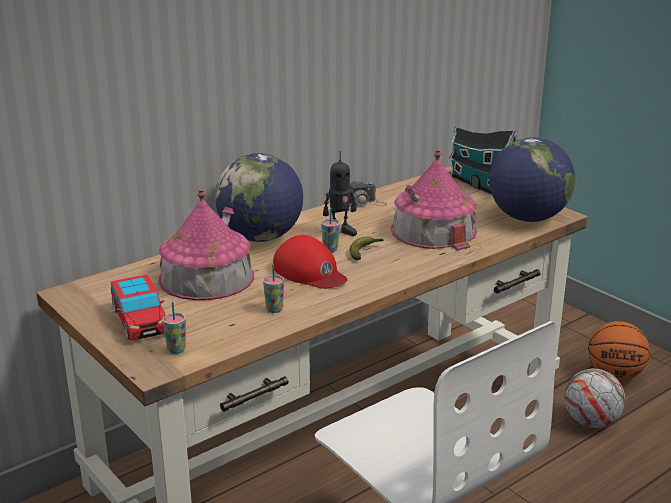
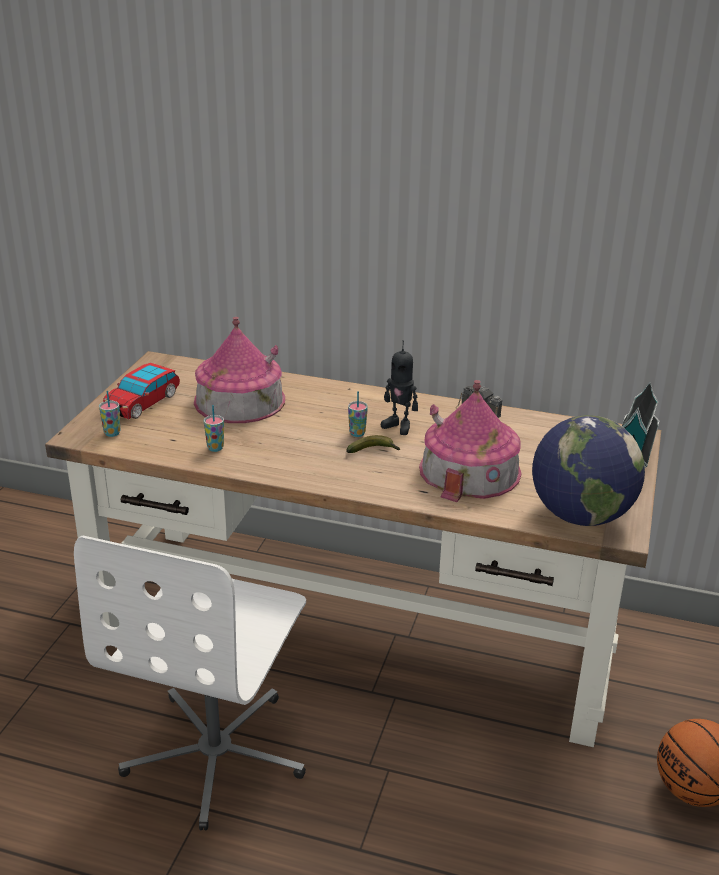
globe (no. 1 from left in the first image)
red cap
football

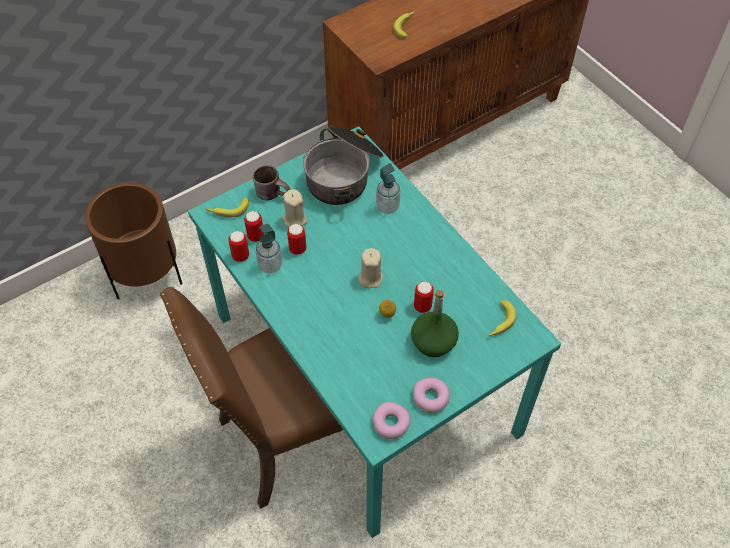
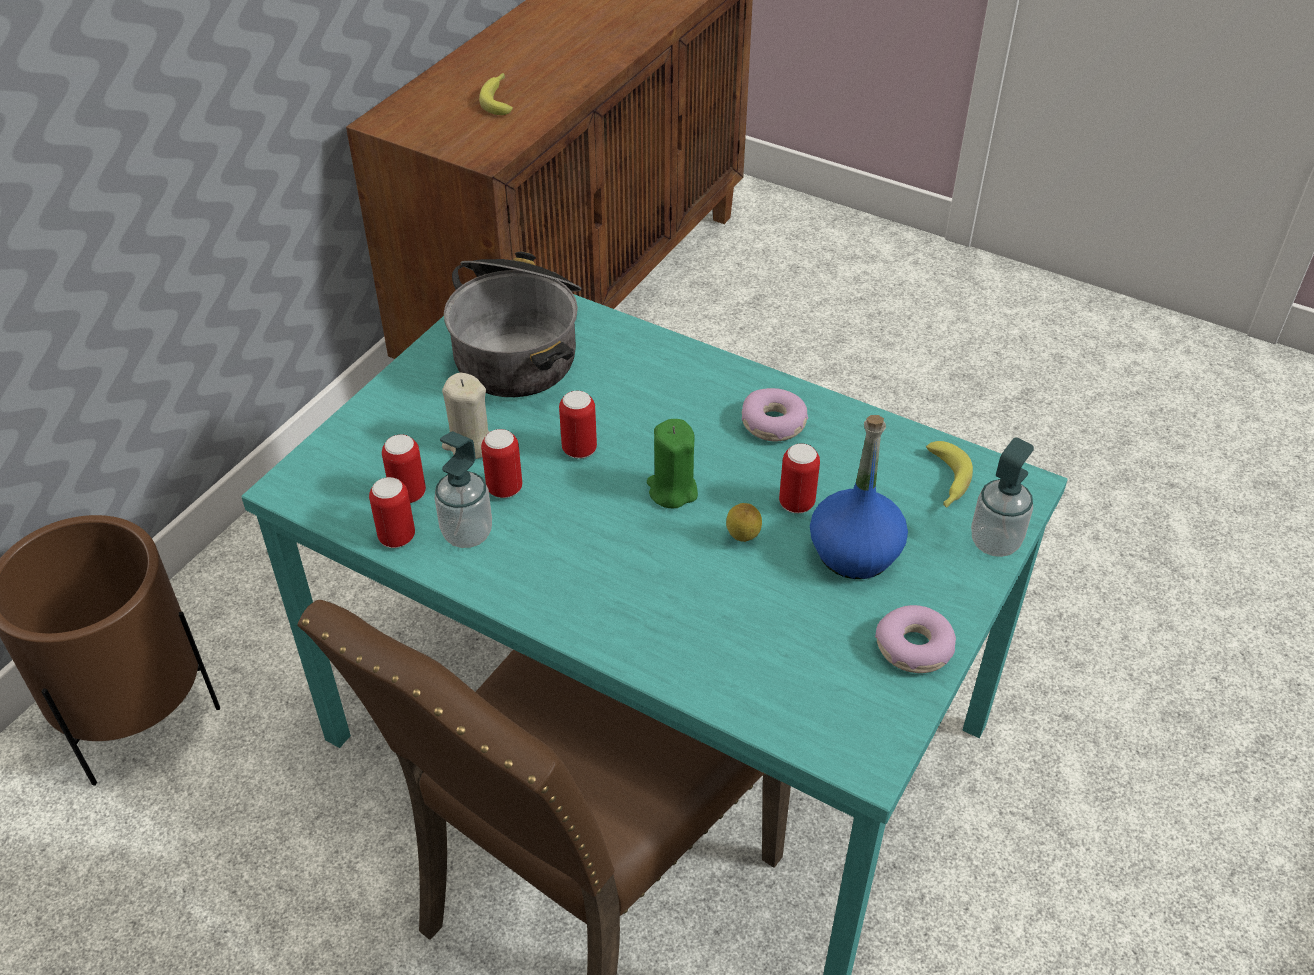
banana (no. 1 from left in the first image)
brown mug
green candle
donut (no. 1 from left)
soap dispenser (no. 2 from left)
blue bottle
can (no. 4 from left)

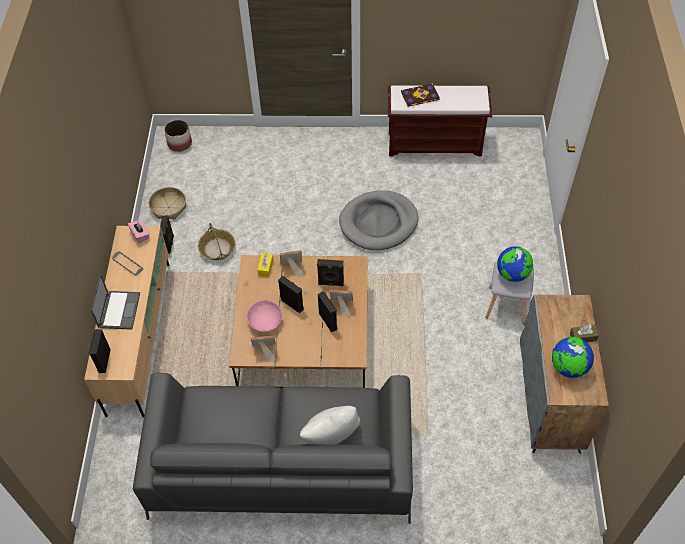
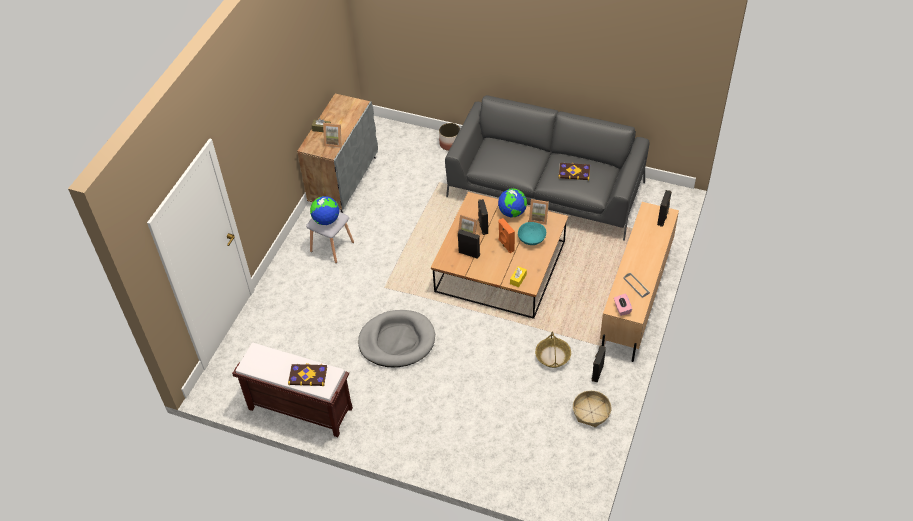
laptop
planter
turquoise bowl
orange speaker
picture frame (no. 1 from left)
white pillow
globe (no. 2 from left)
book (no. 2 from left)

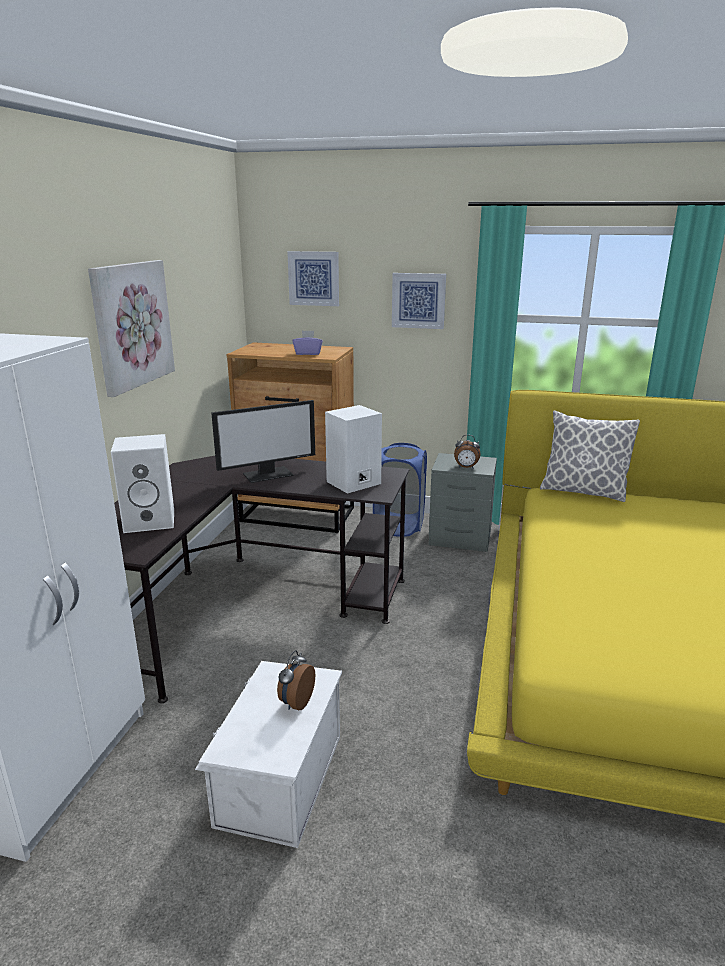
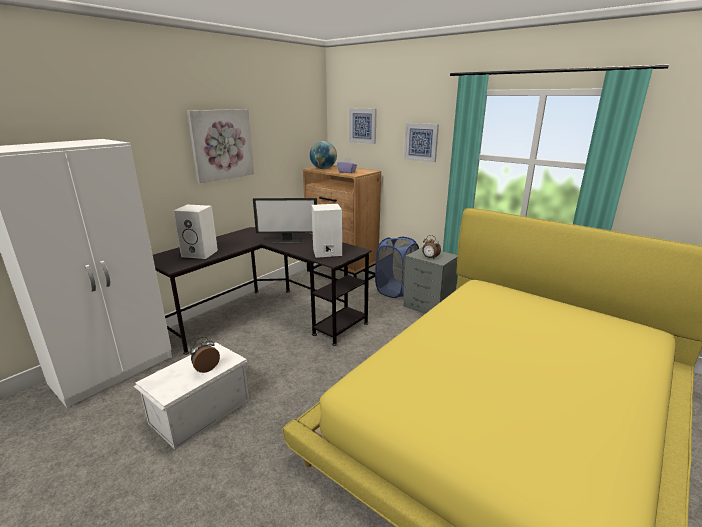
pillow
globe

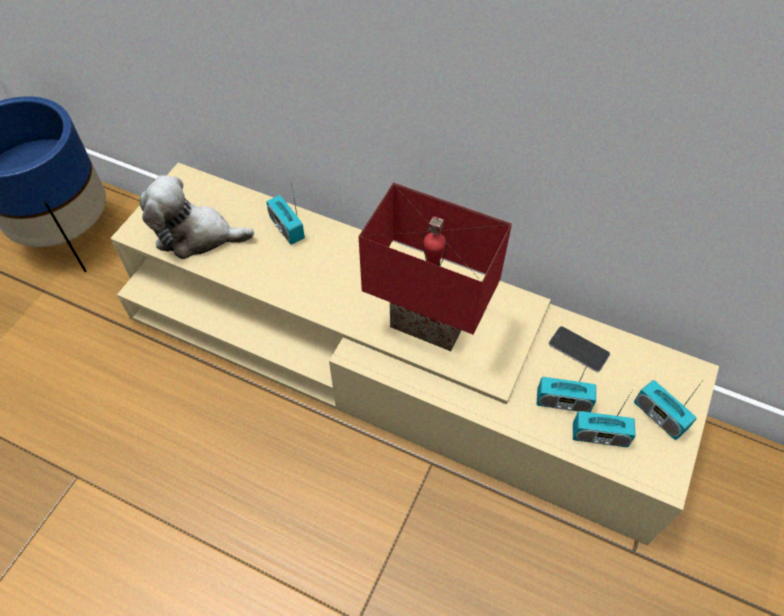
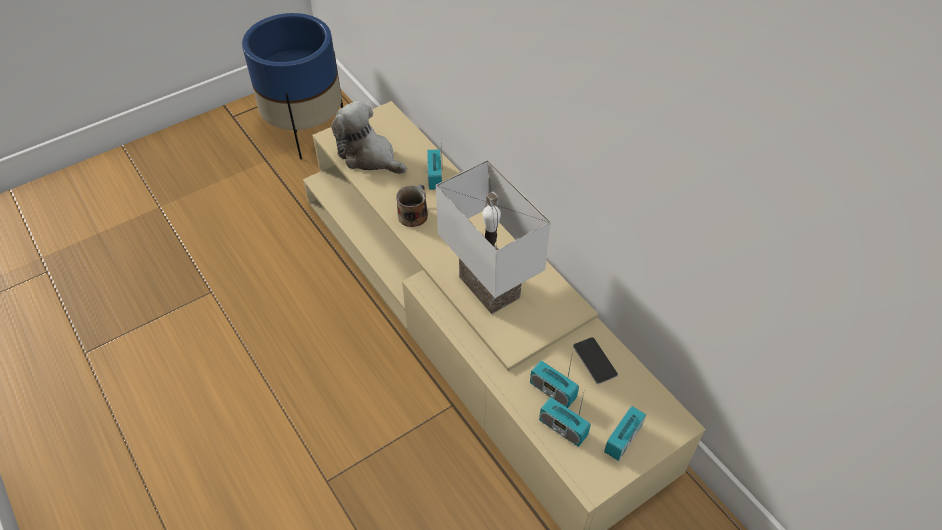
white table lamp
radio (no. 4 from left)
mug

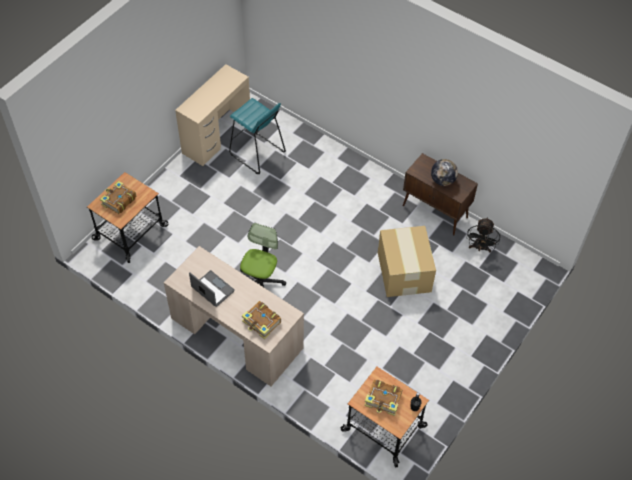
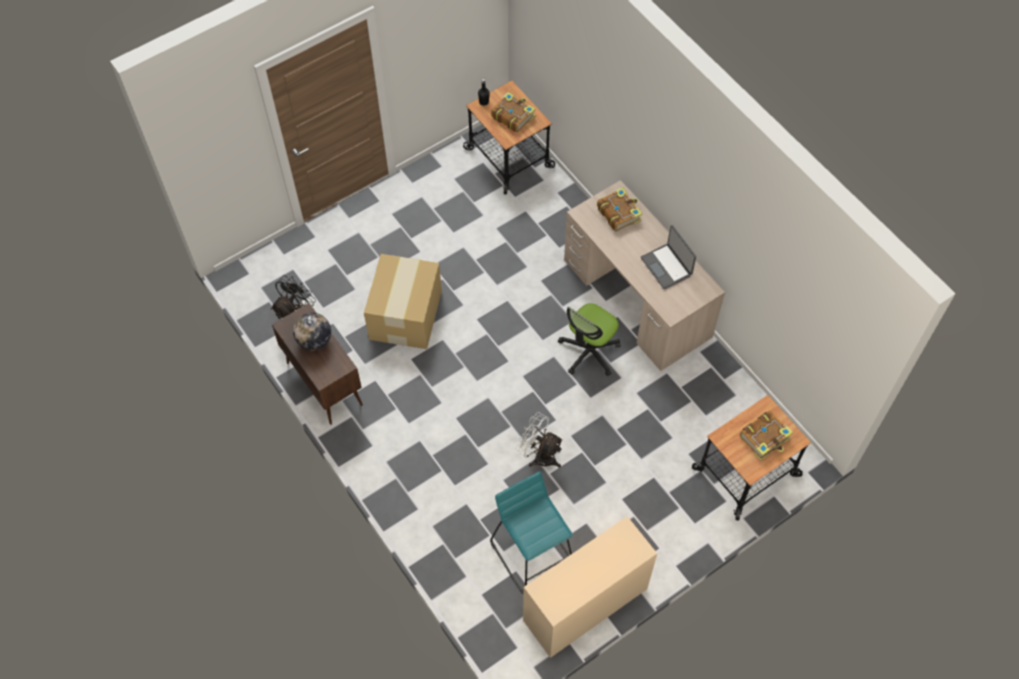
white fan

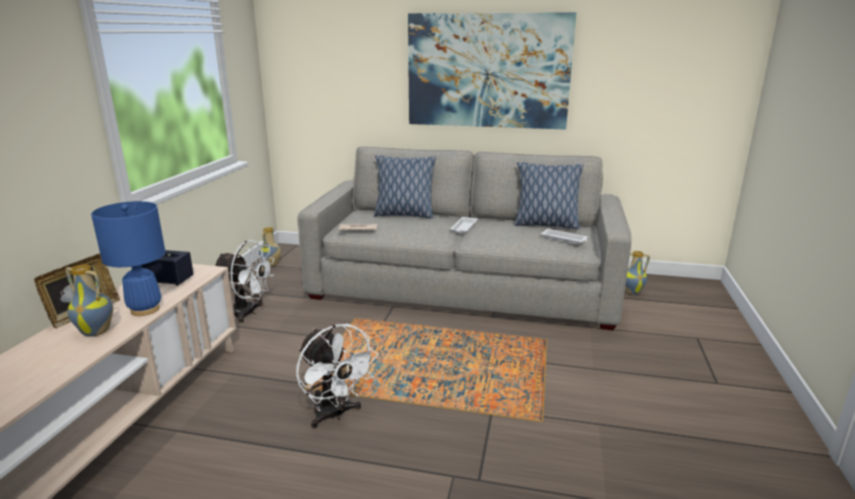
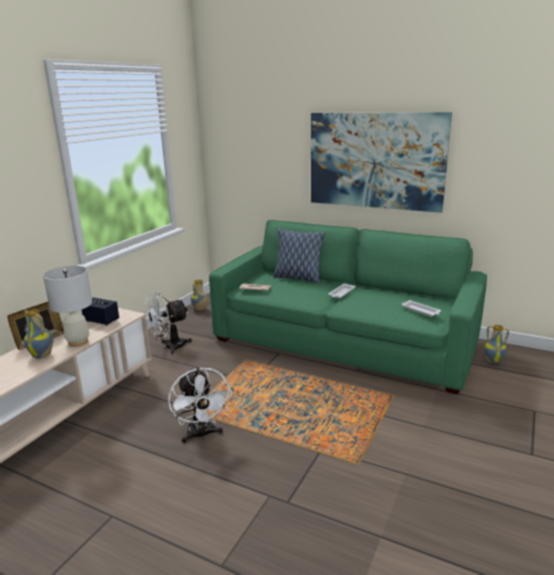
white table lamp
white fan (no. 1 from left)
green sofa
pillow (no. 2 from left in the first image)

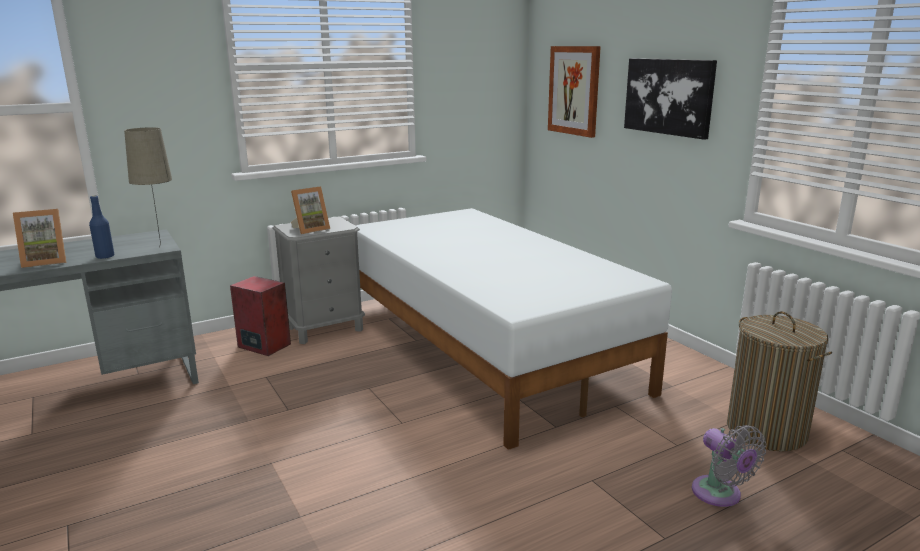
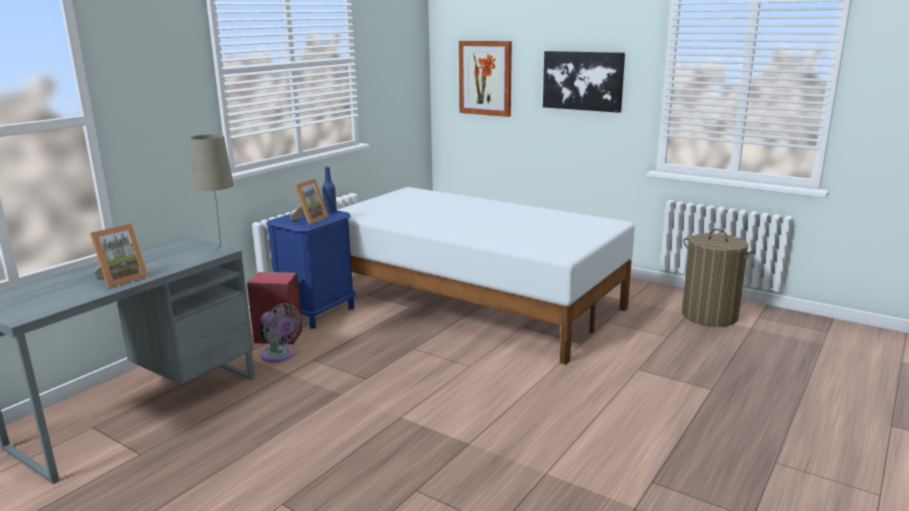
blue bottle
blue nightstand
grey fan

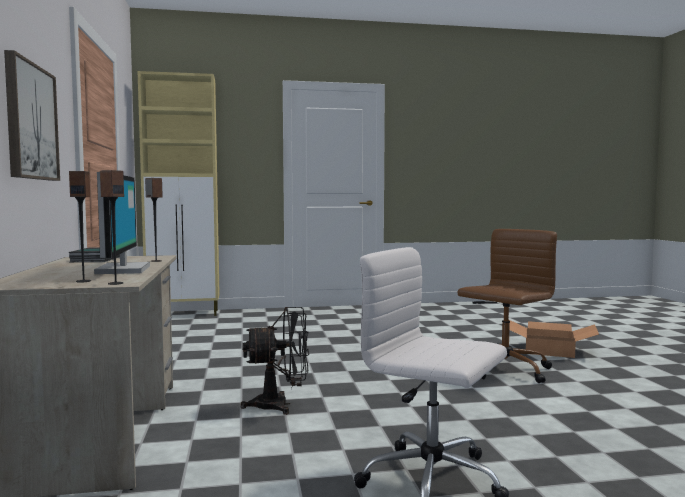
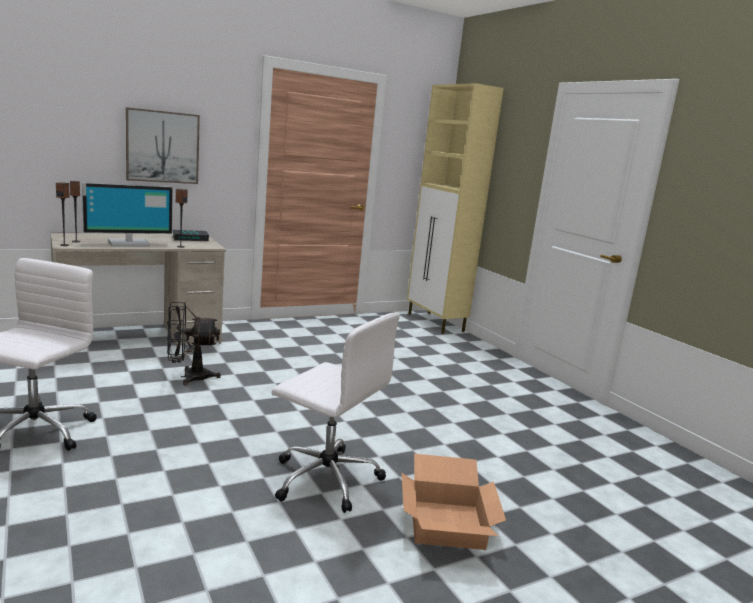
black fan
white office chair (no. 2 from left)

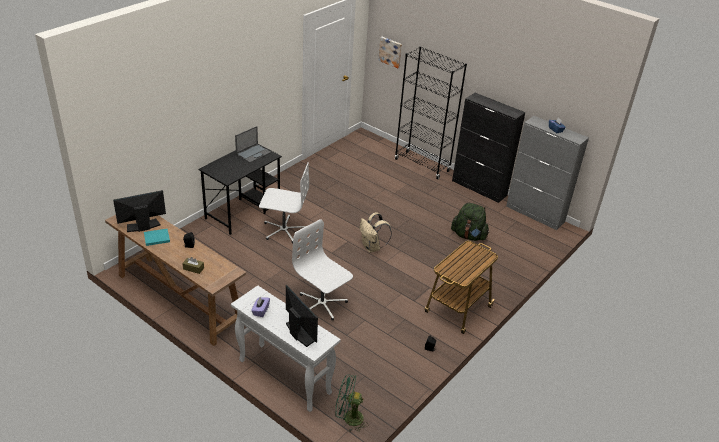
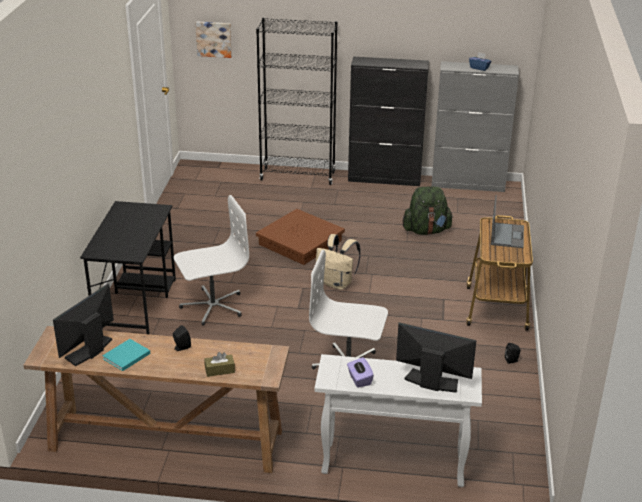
laptop
green fan
brown storage box

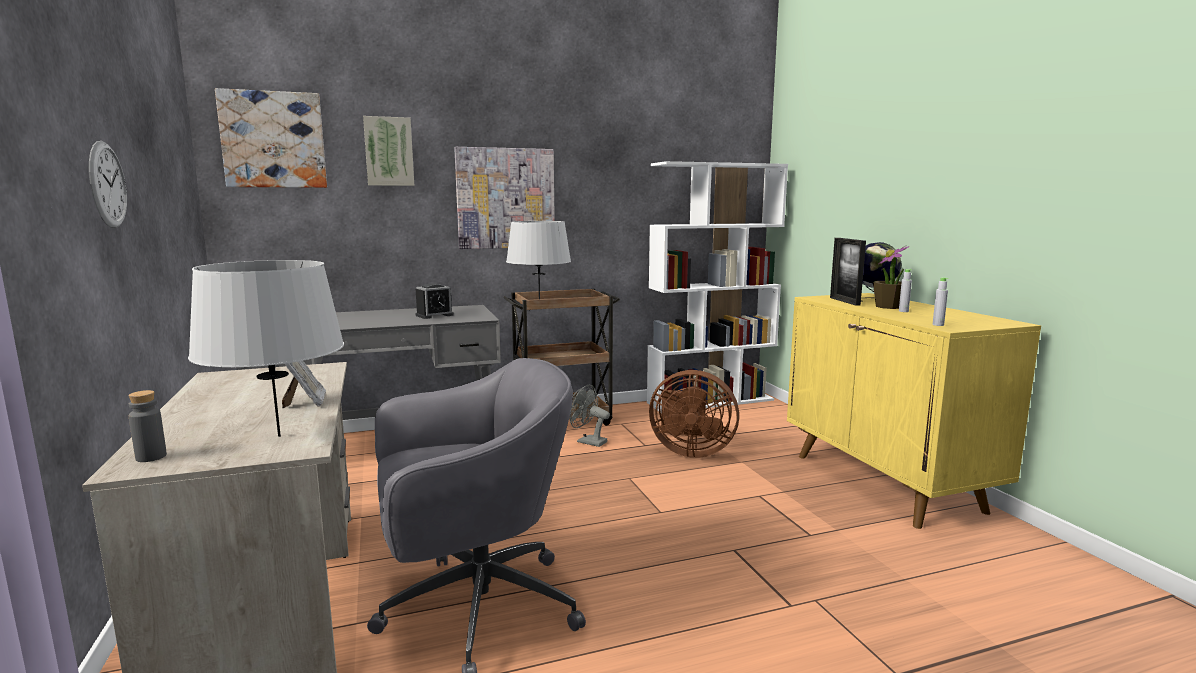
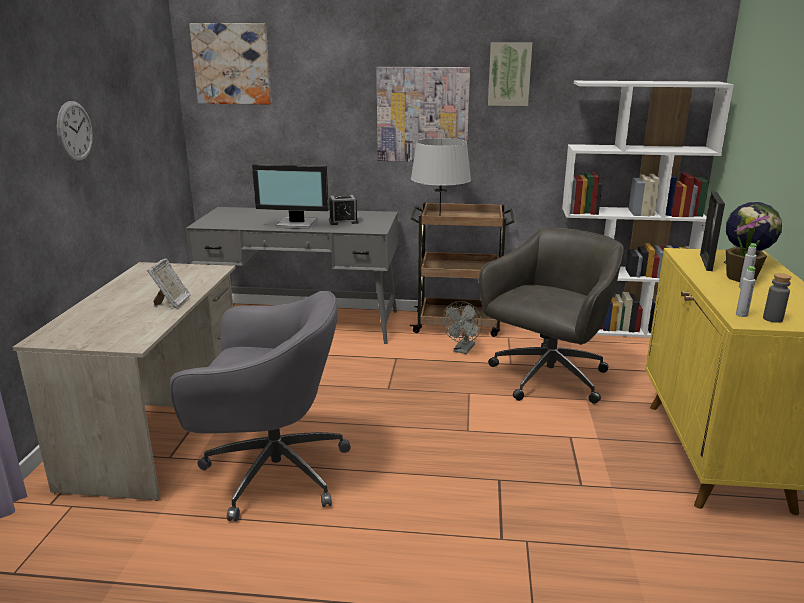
grey bottle (no. 3 from left)
grey table lamp (no. 1 from left in the first image)
picture (no. 3 from left)
grey fan
grey office chair (no. 2 from left)
monitor

